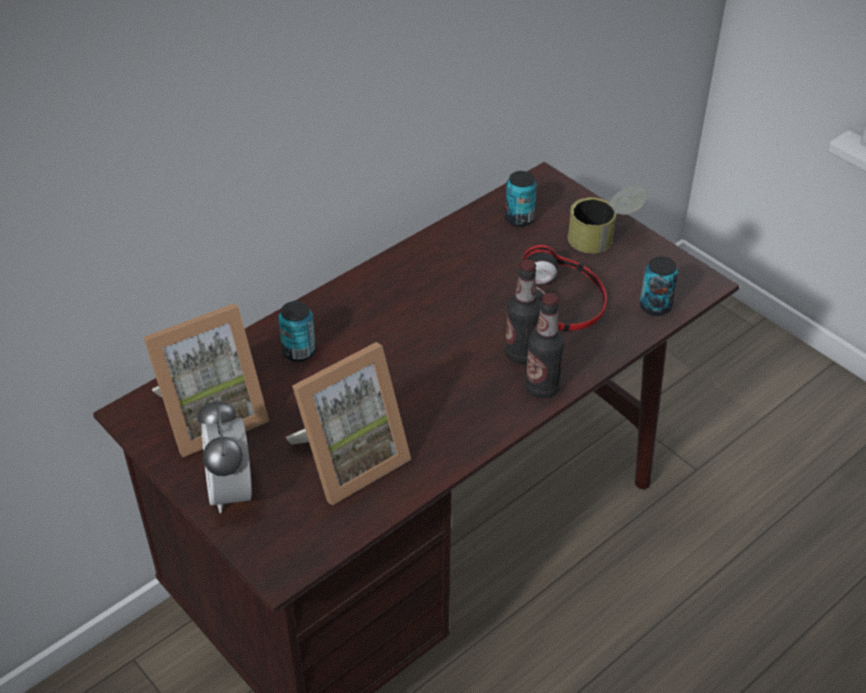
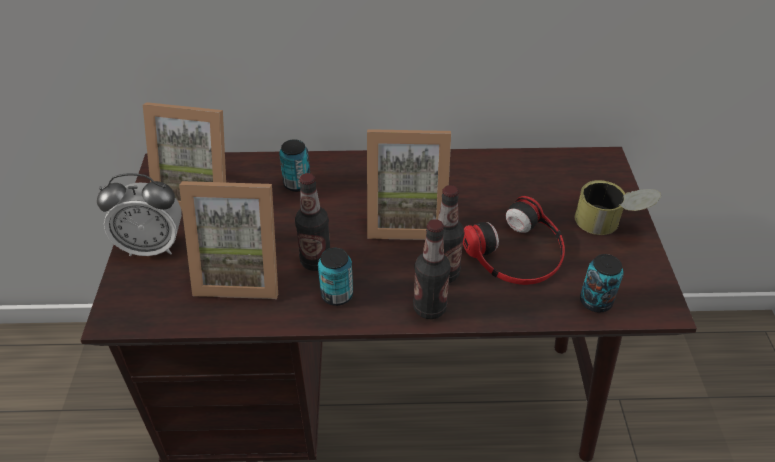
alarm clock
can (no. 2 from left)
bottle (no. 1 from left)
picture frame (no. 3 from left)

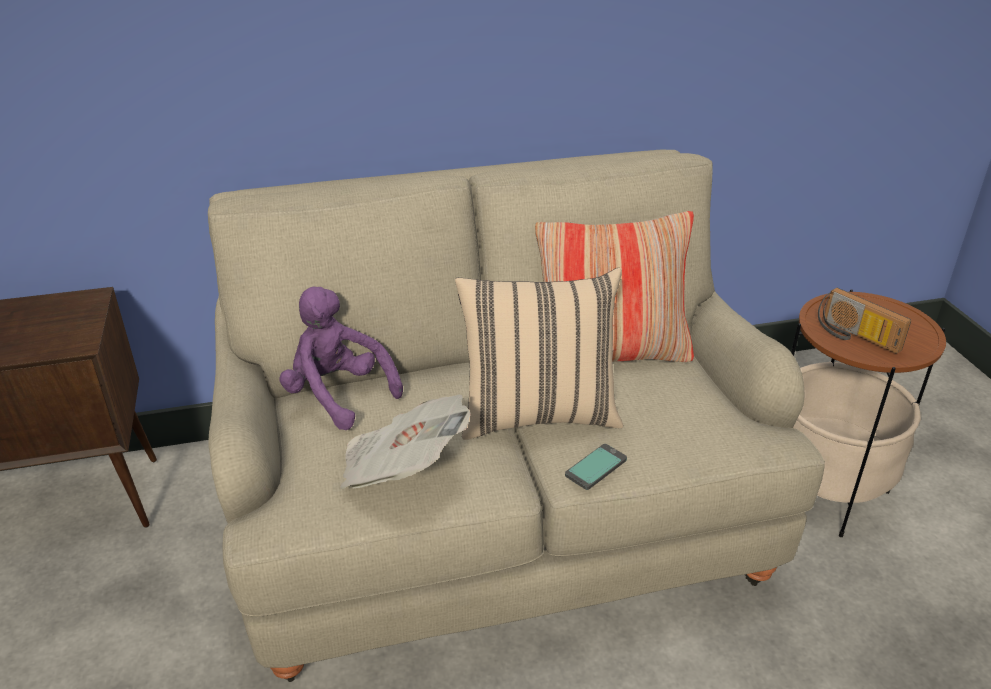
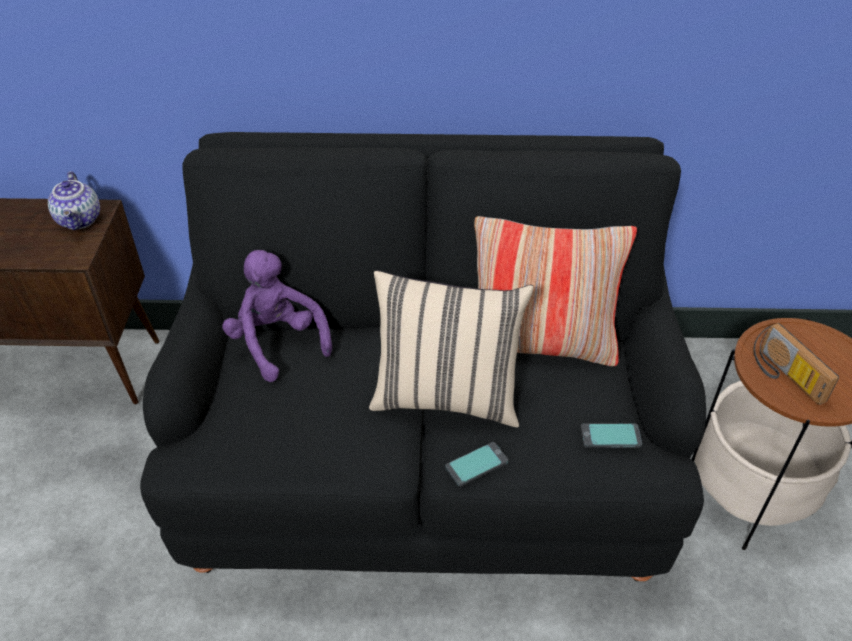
black sofa
newspaper
teapot
phone (no. 2 from left)

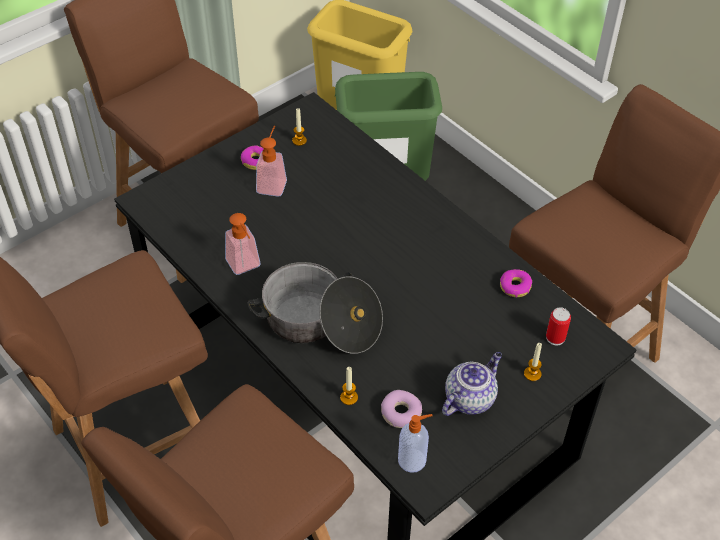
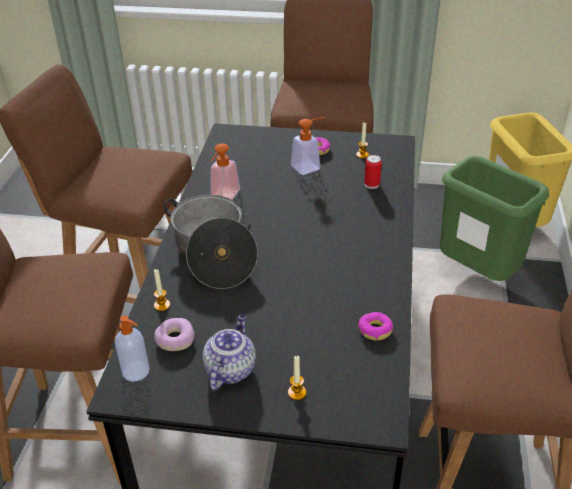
teapot
can

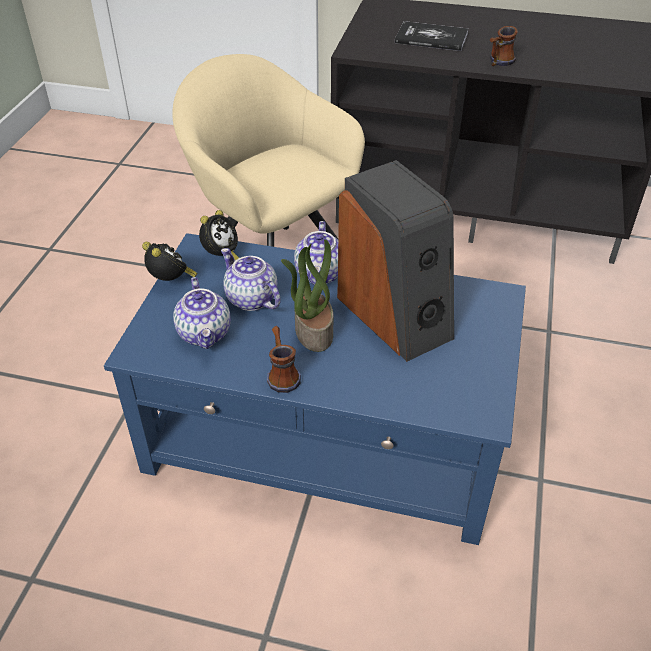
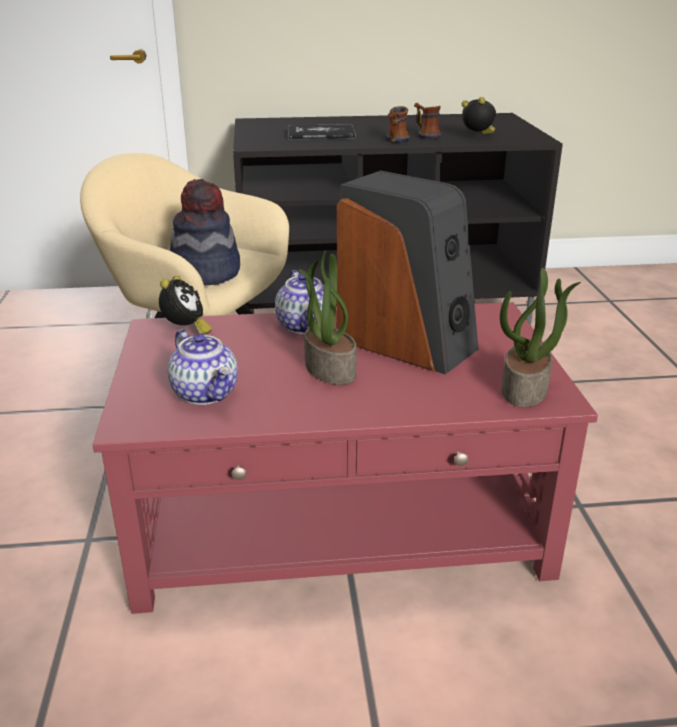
red coffee table
alarm clock (no. 2 from left)
teapot (no. 2 from left in the first image)
mug (no. 2 from left)
hat
potted plant (no. 2 from left)

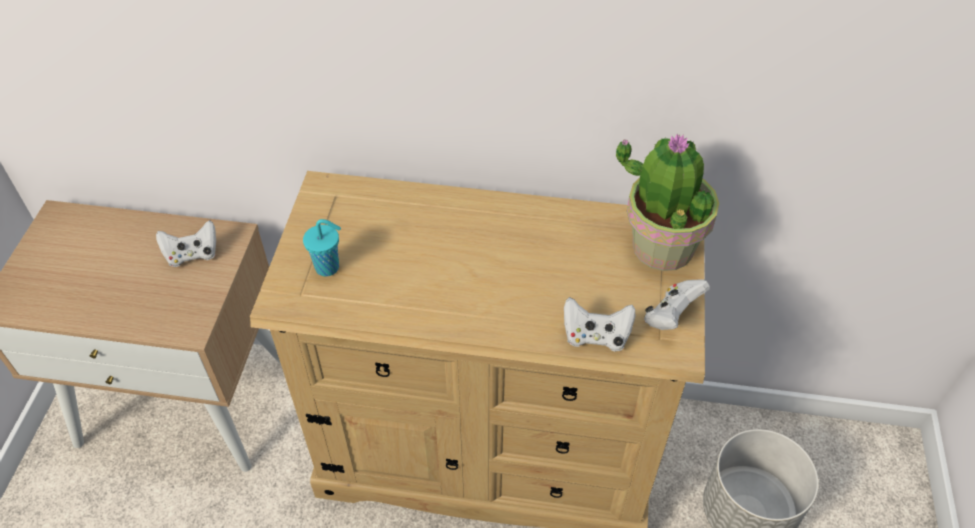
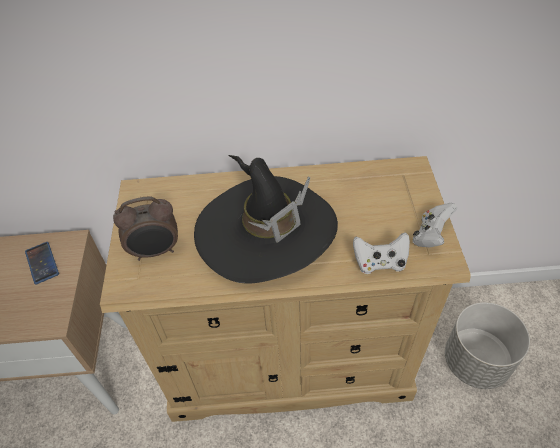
phone
alarm clock
potted plant
black hat

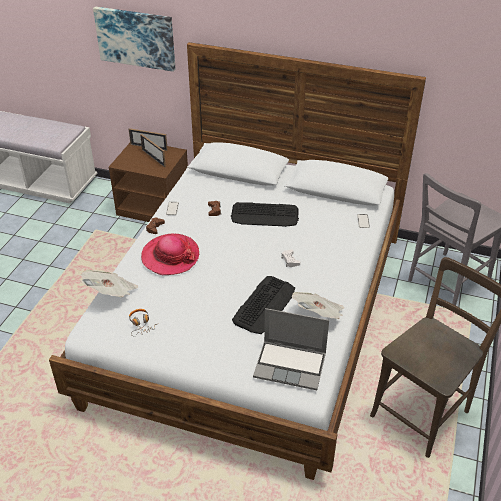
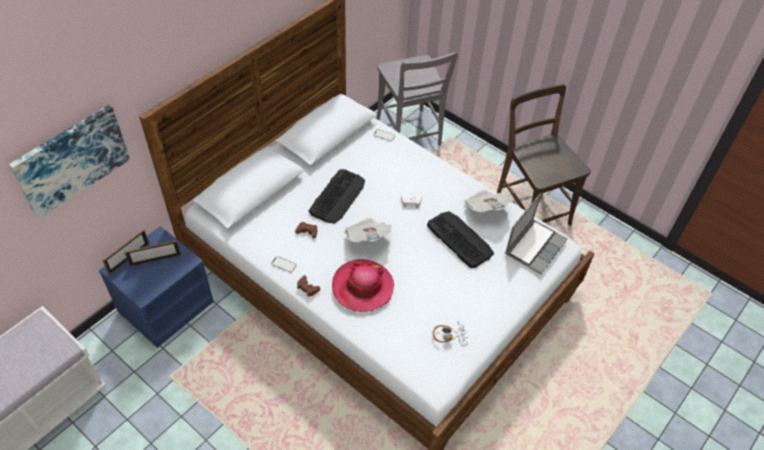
newspaper (no. 1 from left)
blue nightstand

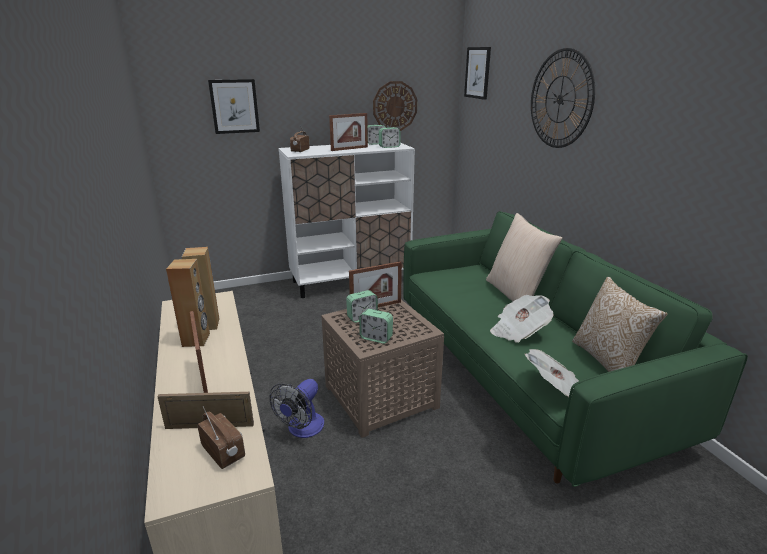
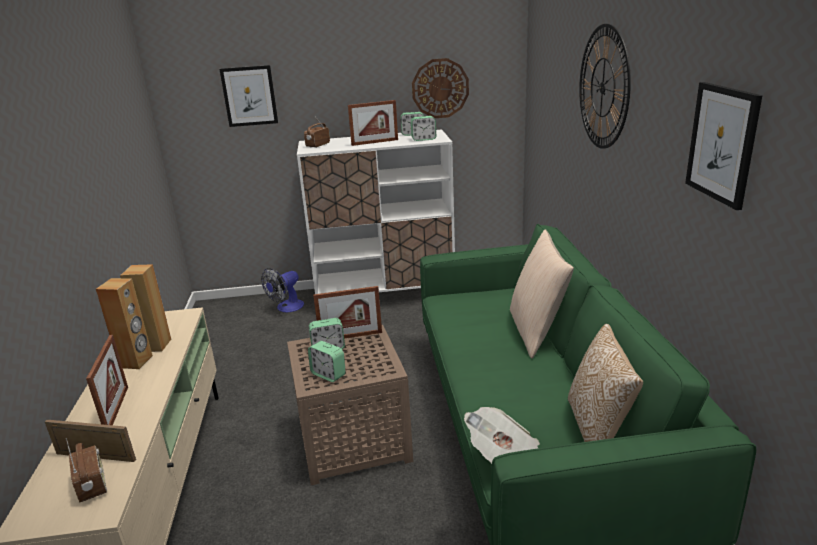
fan
picture (no. 2 from left)
newspaper (no. 1 from left in the first image)

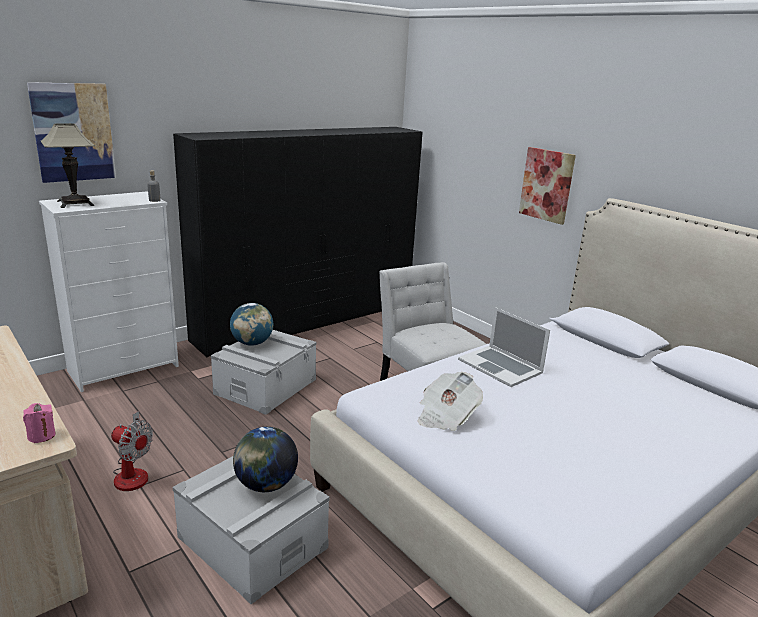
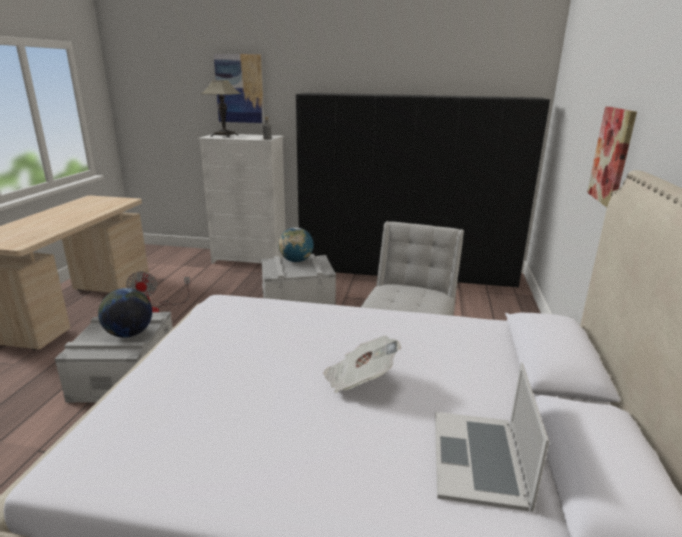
pink candle
newspaper
laptop

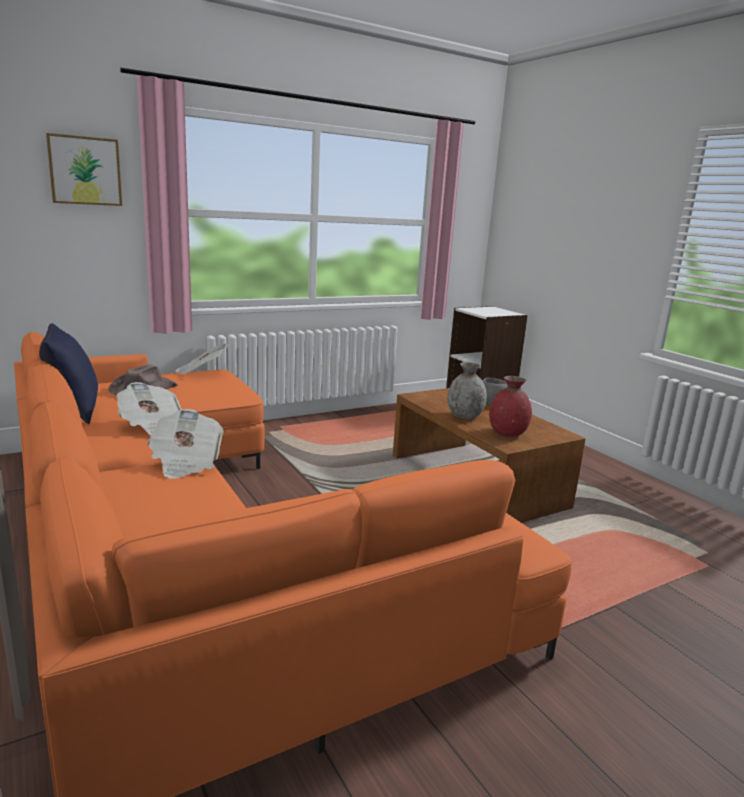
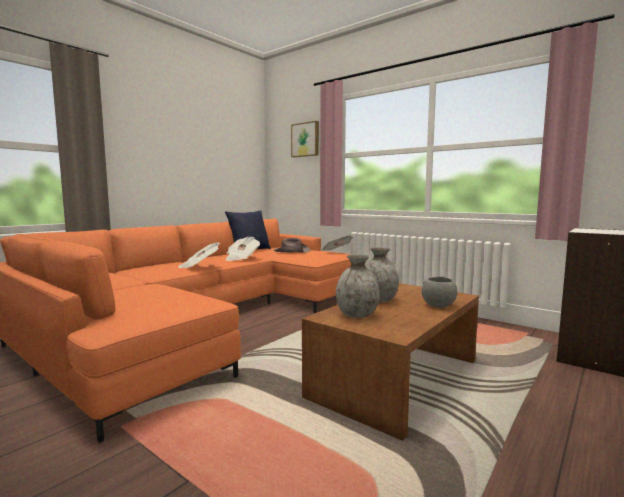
grey vase (no. 1 from left)

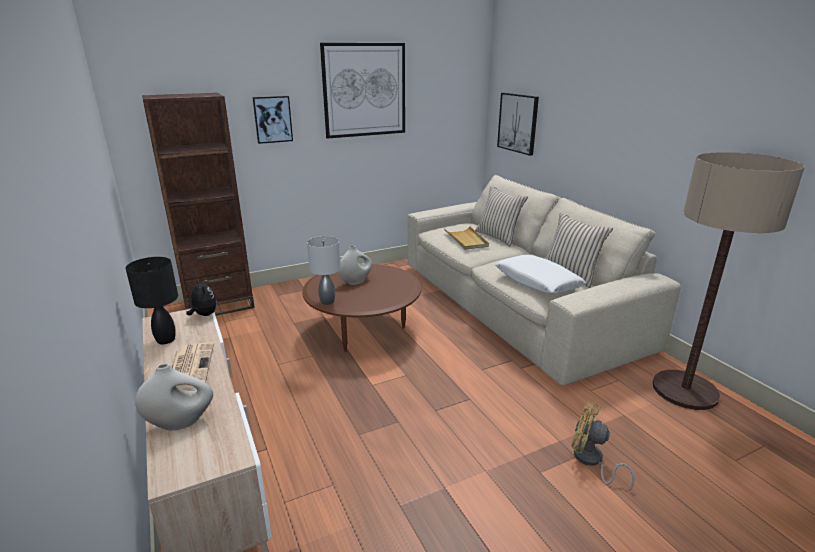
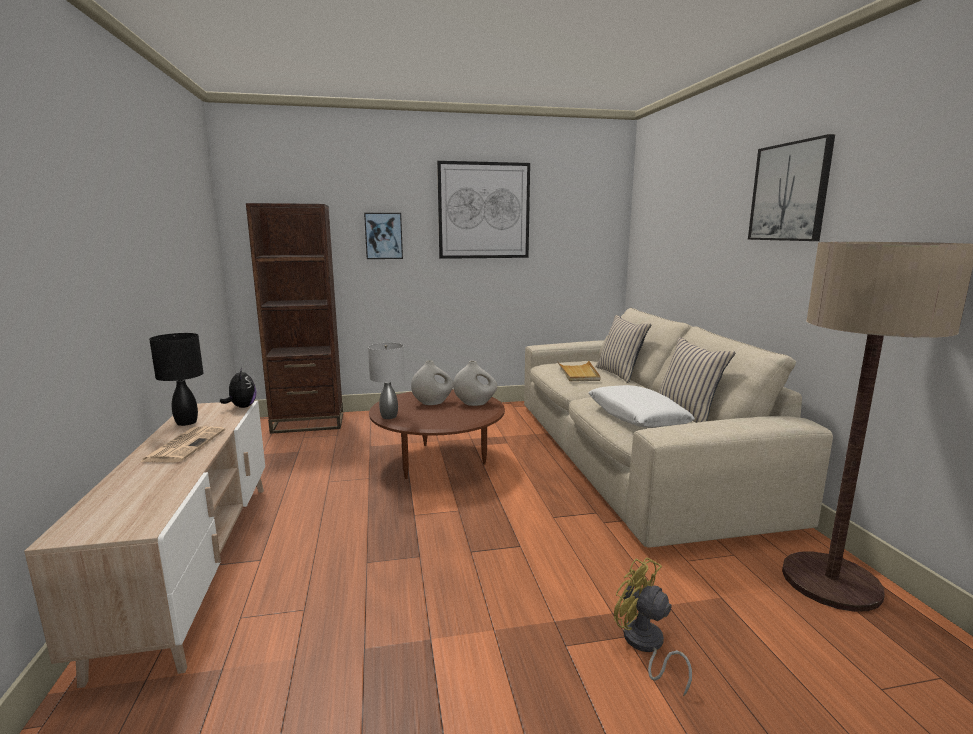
white vase (no. 2 from left)
picture (no. 3 from left)

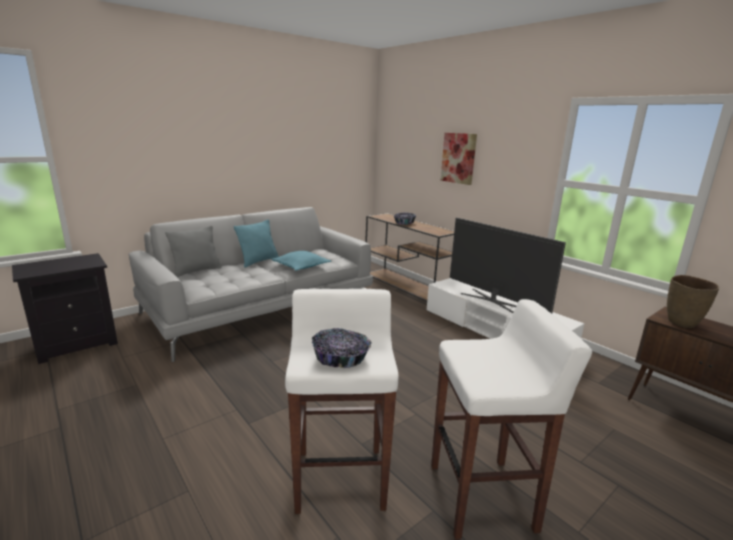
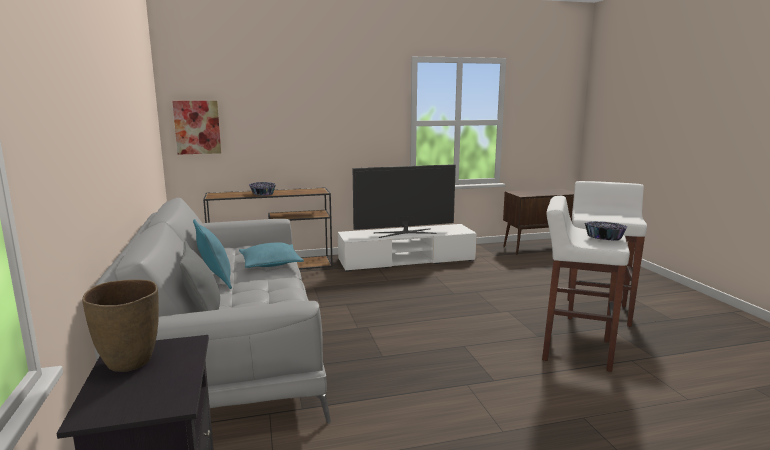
picture
brown vase

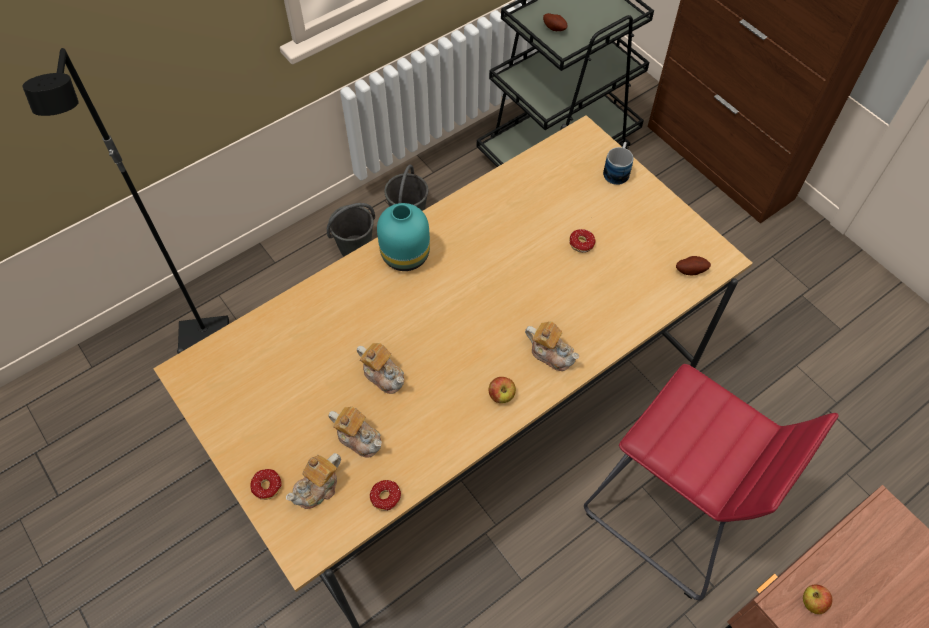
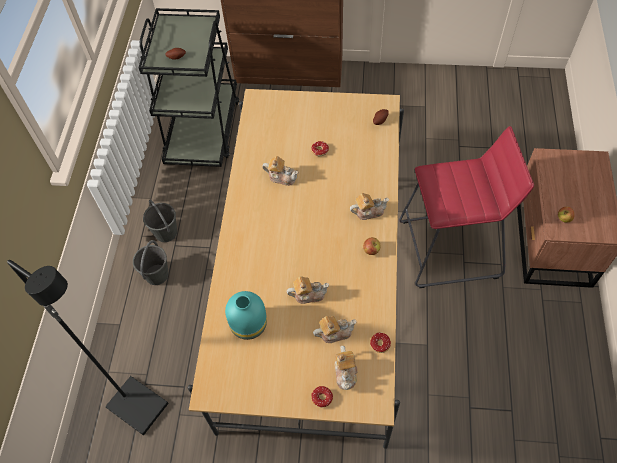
turquoise vase
mug
teapot (no. 1 from left)

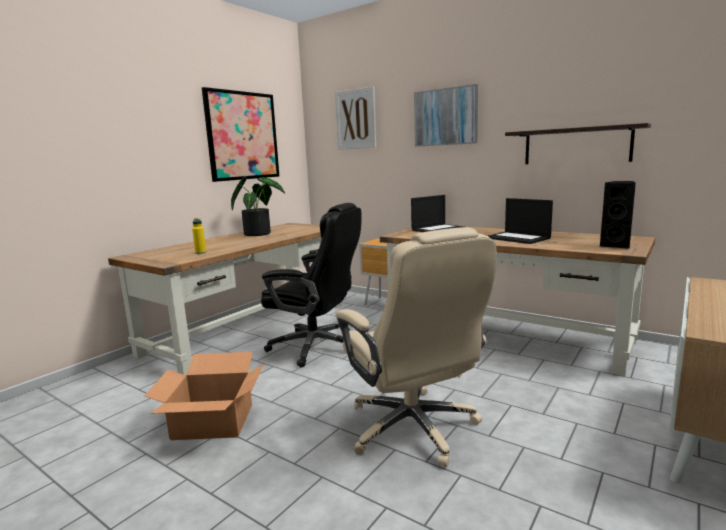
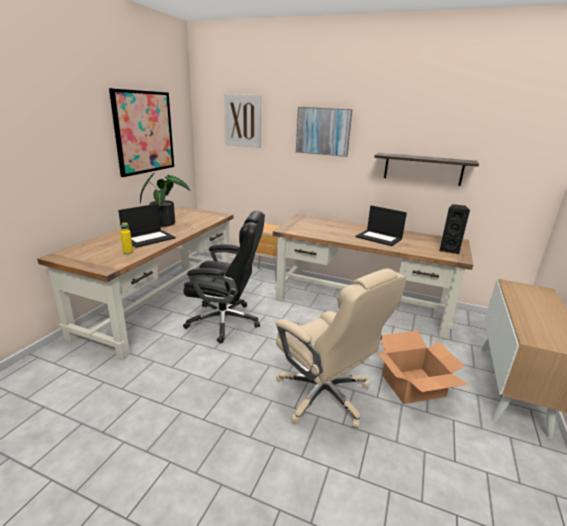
cardboard box
laptop (no. 1 from left)

